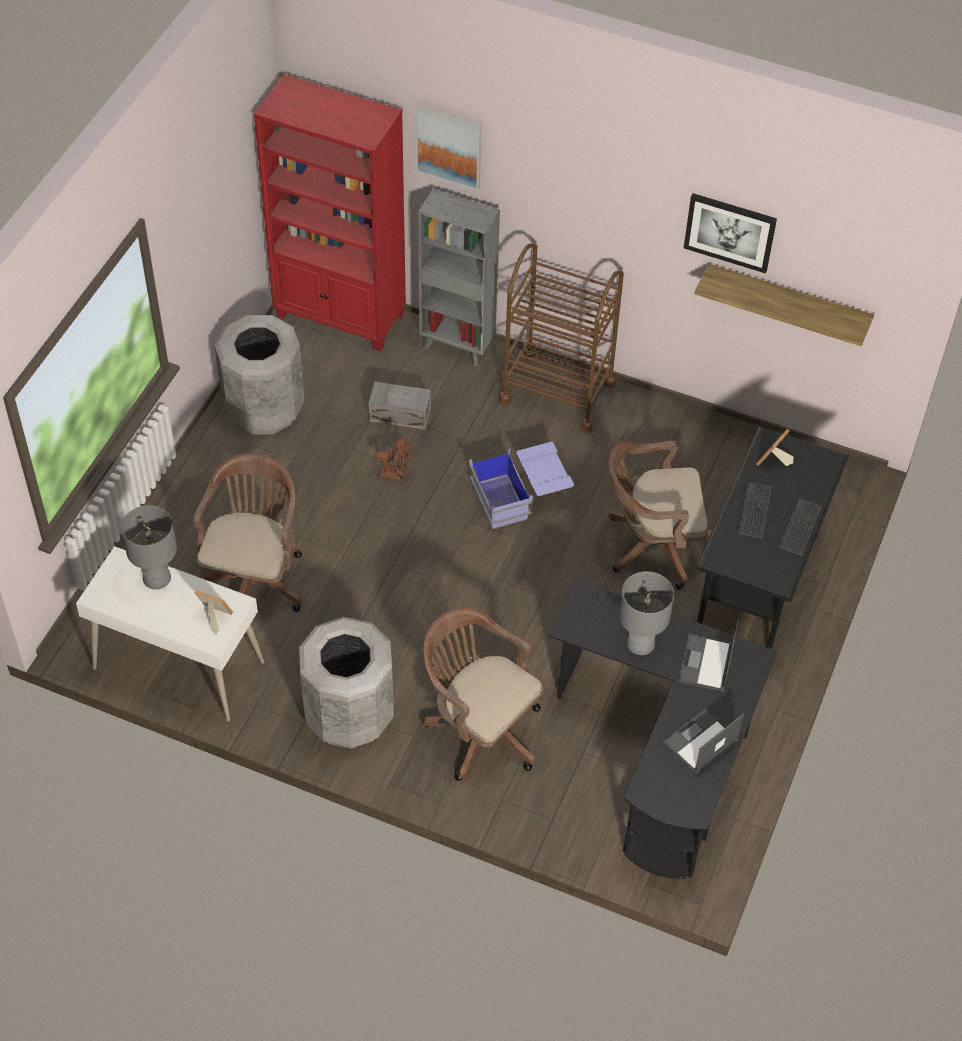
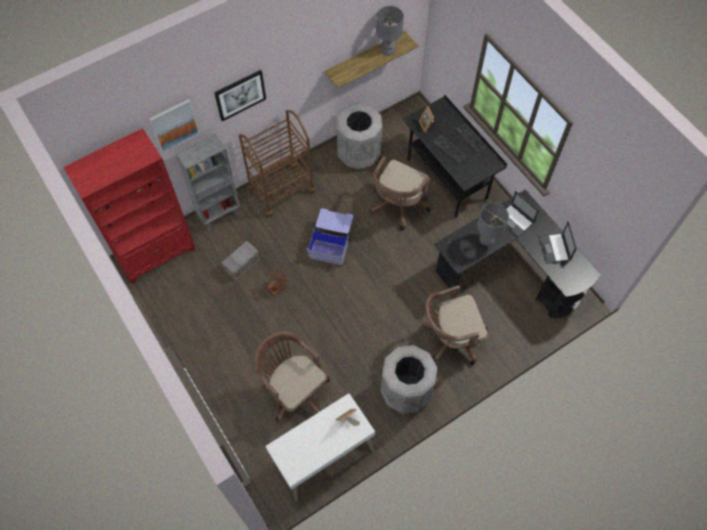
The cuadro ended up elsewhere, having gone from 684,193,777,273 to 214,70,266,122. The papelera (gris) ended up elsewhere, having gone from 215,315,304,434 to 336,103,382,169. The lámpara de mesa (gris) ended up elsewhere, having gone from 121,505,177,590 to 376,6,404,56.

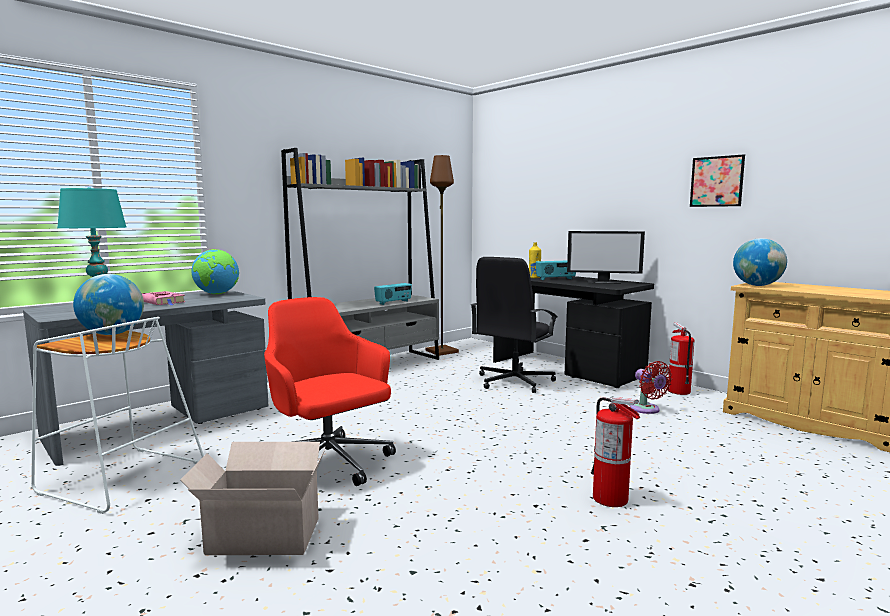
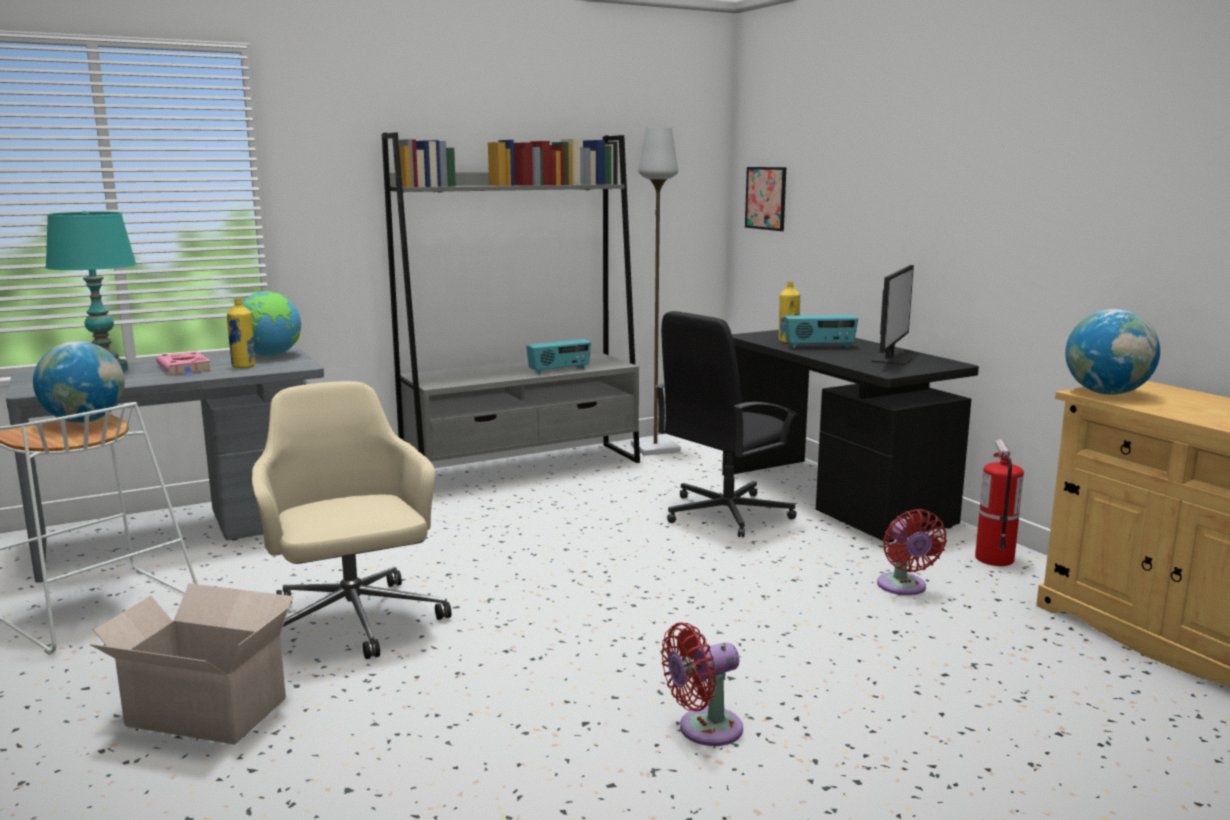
The cuadro ended up elsewhere, having gone from 690,154,745,207 to 745,167,786,231. What was the lámpara de pie (marrón) at 426,155,459,356 turned into the lámpara de pie (gris) at 631,127,681,456. The monitor at 567,231,645,284 ended up facing another way, 90 degrees counterclockwise from before. What was the silla de oficina (rojo) at 264,297,396,486 turned into the silla de oficina (beis) at 252,381,451,659. Where the extintor stood at 591,397,640,507, the ventilador (rojo) came to stand at 661,622,743,746. The second view gained the botella (amarillo) at 227,298,256,368.

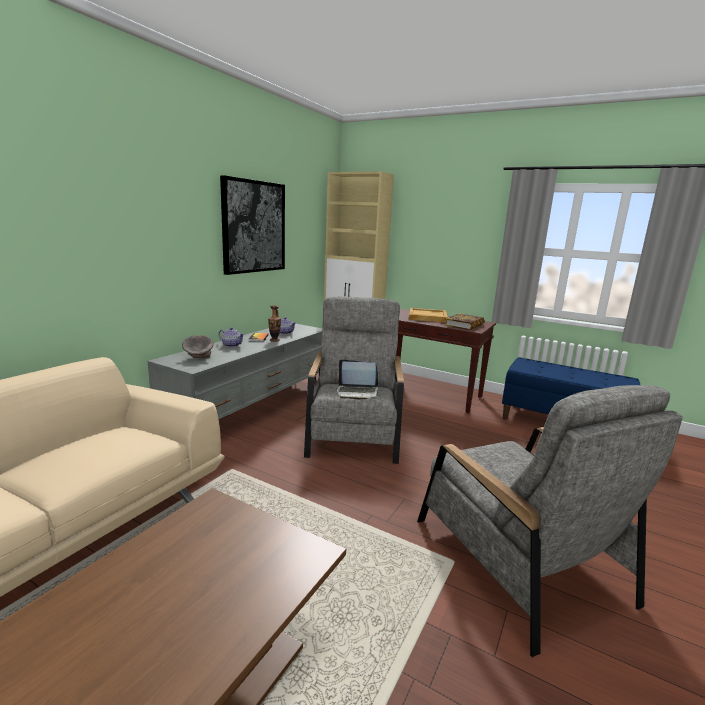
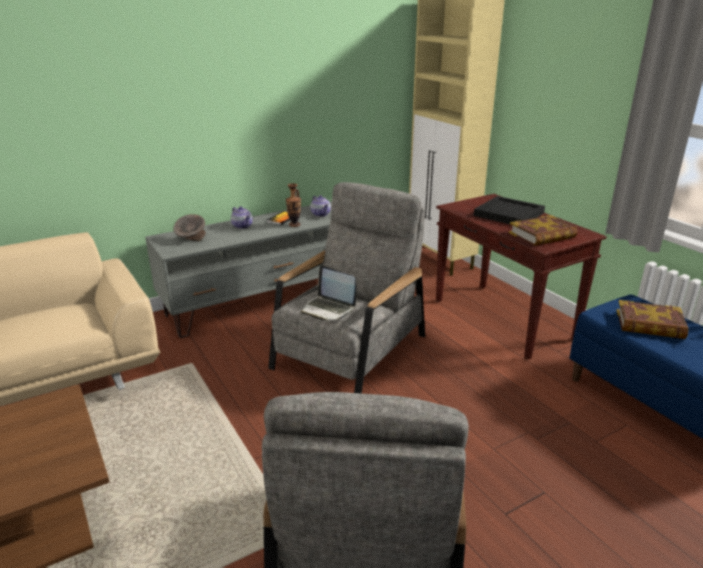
The second view lost the cuadro at 220,175,285,275. What was the bandeja (beis) at 409,308,448,323 turned into the bandeja (negro) at 474,196,545,225. The second view gained the libro at 617,300,689,339.

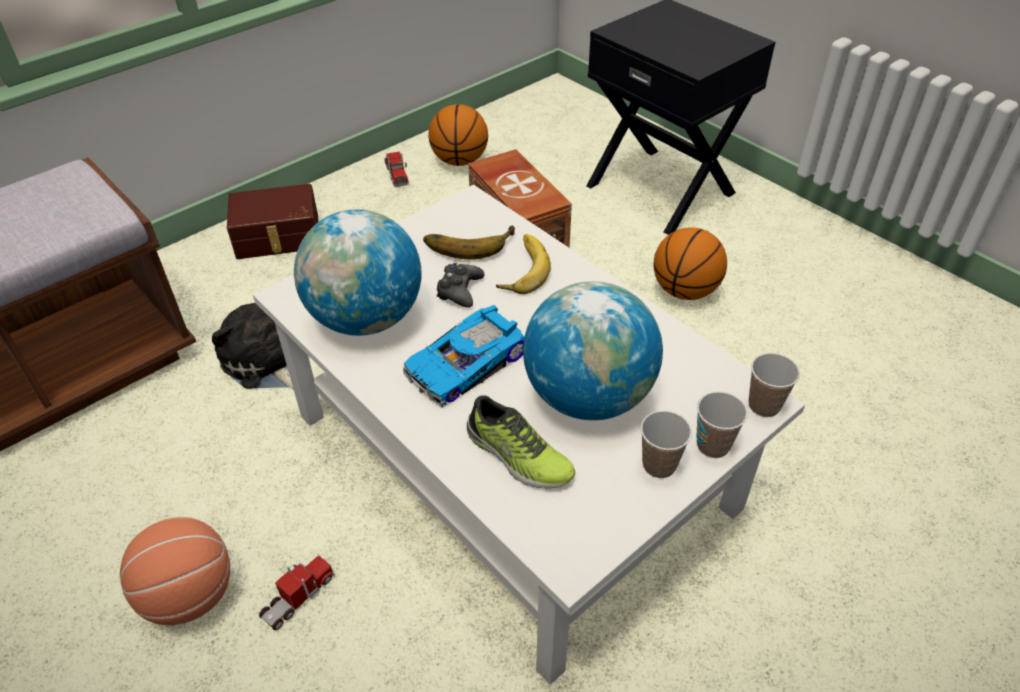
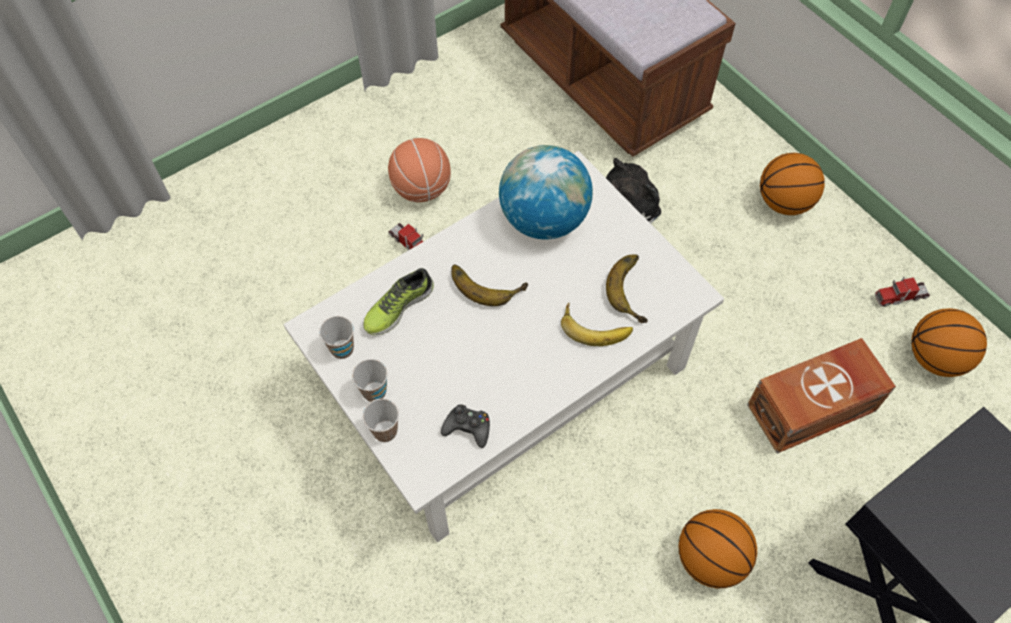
Where the caja de almacenaje (marrón) stood at 227,184,318,259, the balón de baloncesto came to stand at 760,153,825,215. The mando de consola (negro) ended up elsewhere, having gone from 437,263,485,308 to 441,404,490,448. The second view lost the globo terráqueo at 523,281,663,420. Where the coche de juguete stood at 403,305,525,408, the plátano came to stand at 451,264,528,306. The taza ended up elsewhere, having gone from 749,353,800,417 to 319,316,354,359.

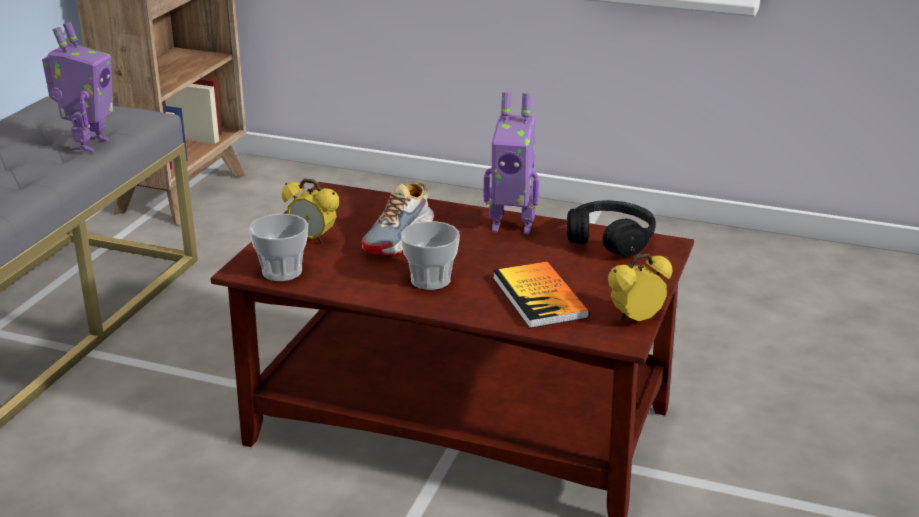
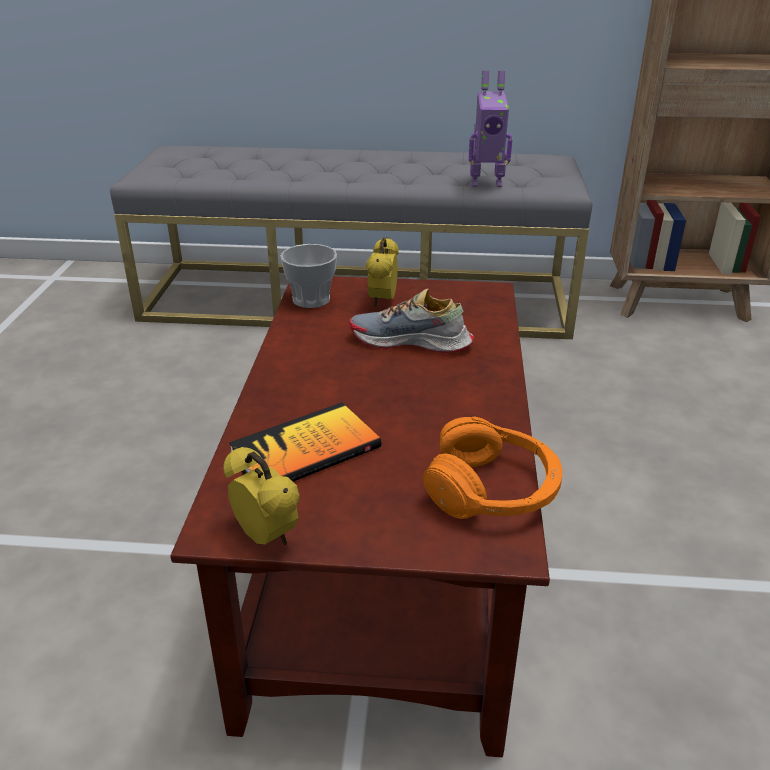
The second view lost the robot de juguete at 483,92,539,235. What was the auriculares (negro) at 566,200,656,257 turned into the auriculares (naranja) at 423,417,562,519. The second view lost the taza at 401,221,460,290.

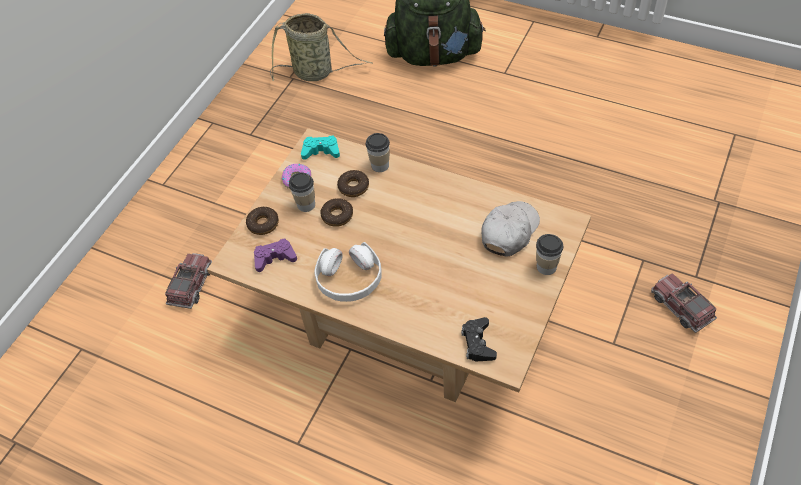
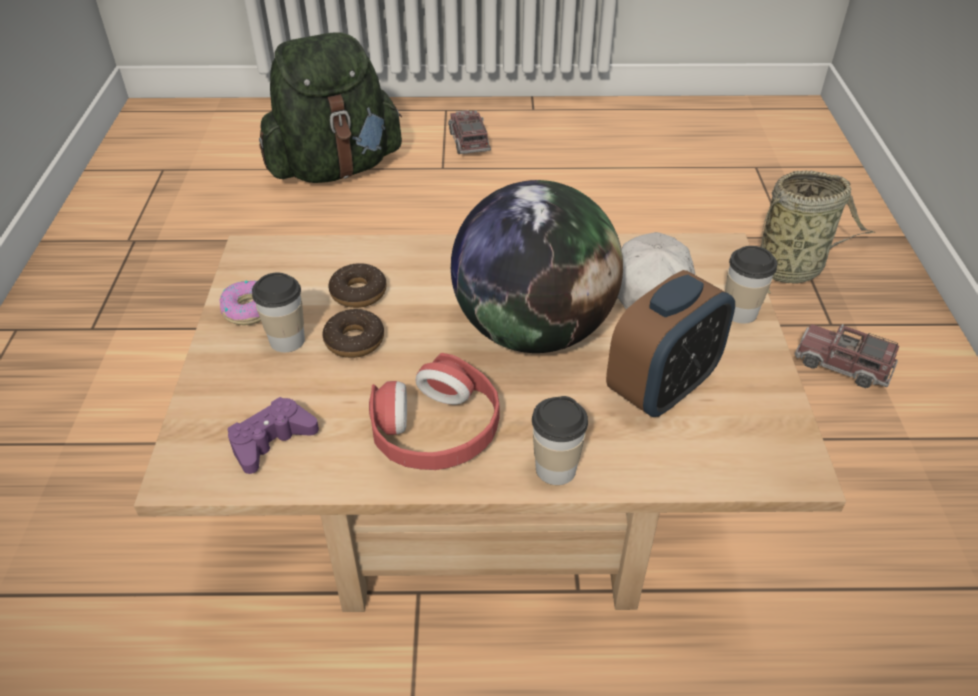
The cesta ended up elsewhere, having gone from 270,13,372,81 to 760,171,875,294. The taza ended up elsewhere, having gone from 366,133,390,172 to 532,396,588,485. The second view lost the mando de consola (turquesa) at 301,136,340,160. The second view lost the rosquilla at 246,207,279,235. What was the auriculares (blanco) at 314,242,382,302 turned into the auriculares (rojo) at 369,353,500,470. The camión de juguete ended up elsewhere, having gone from 165,253,212,309 to 448,110,491,154. The second view lost the mando de consola (negro) at 461,317,497,361. The second view gained the globo terráqueo at 451,180,623,353. The second view gained the despertador at 606,270,735,417.

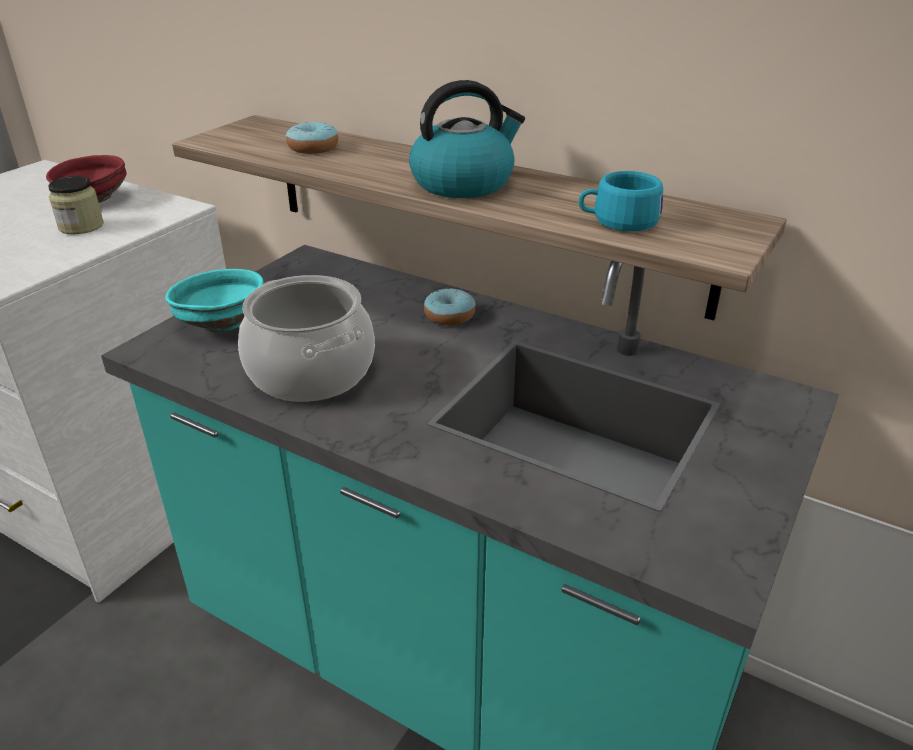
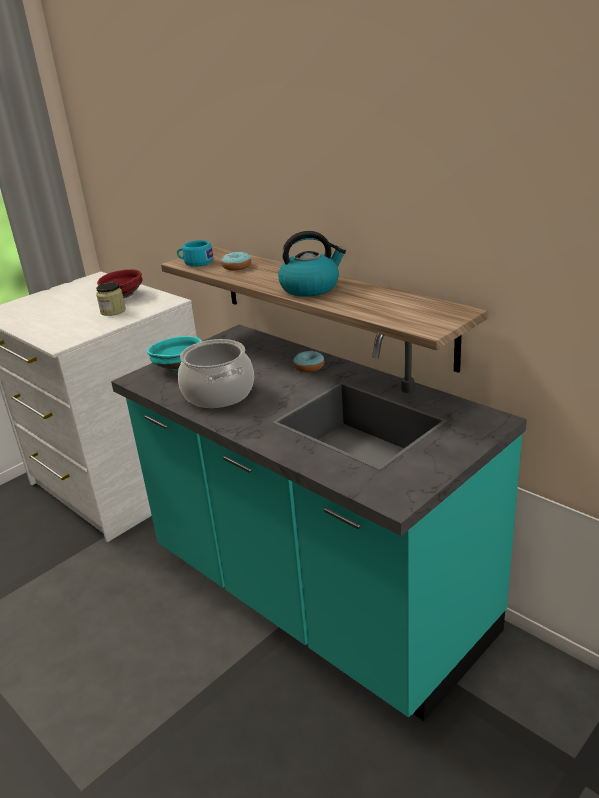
The taza (turquesa) ended up elsewhere, having gone from 578,171,663,232 to 177,240,213,267.

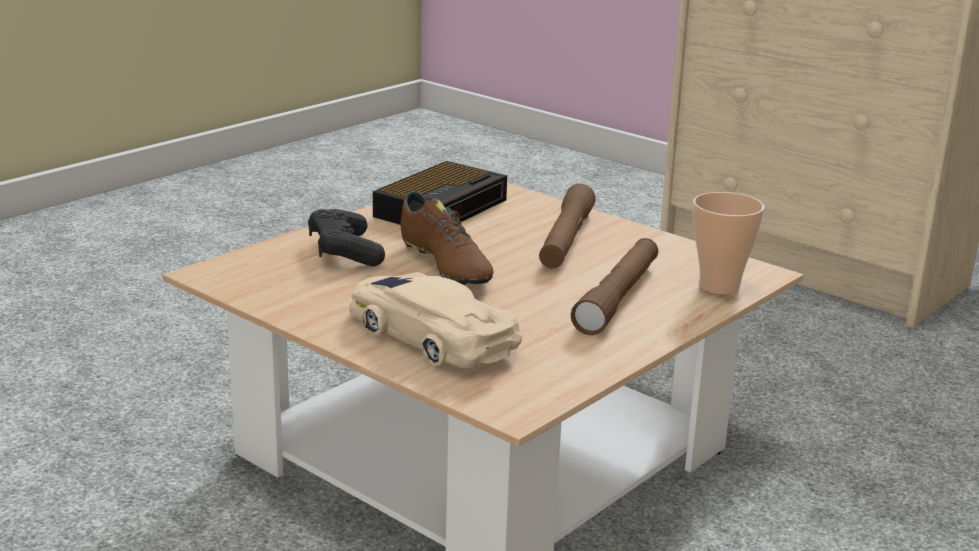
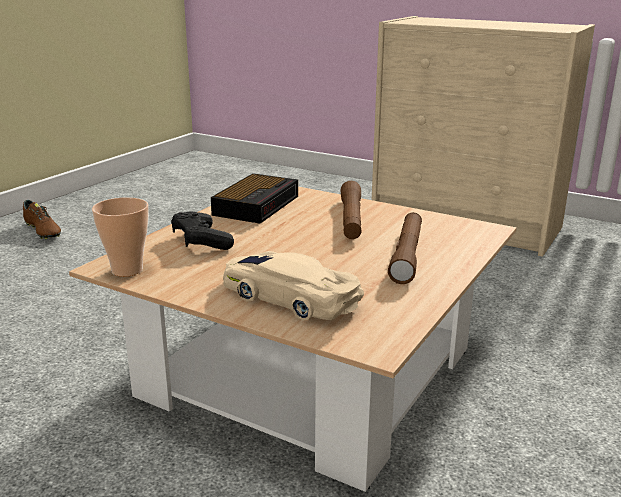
The zapato (marrón) ended up elsewhere, having gone from 401,191,494,285 to 23,200,61,239. The taza ended up elsewhere, having gone from 693,192,765,295 to 92,197,149,277.

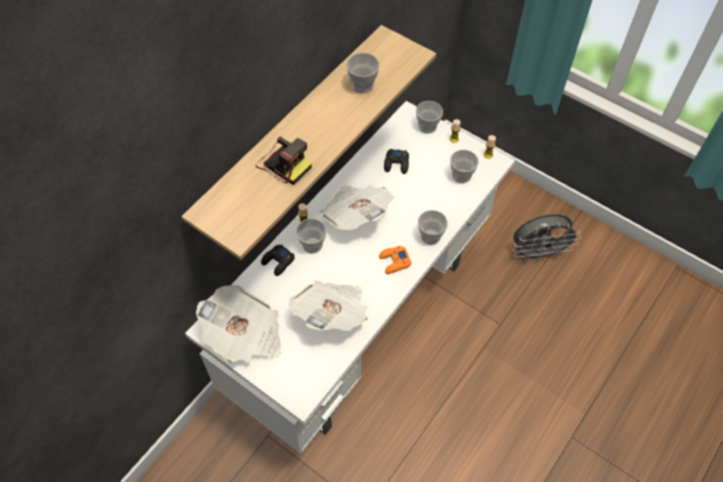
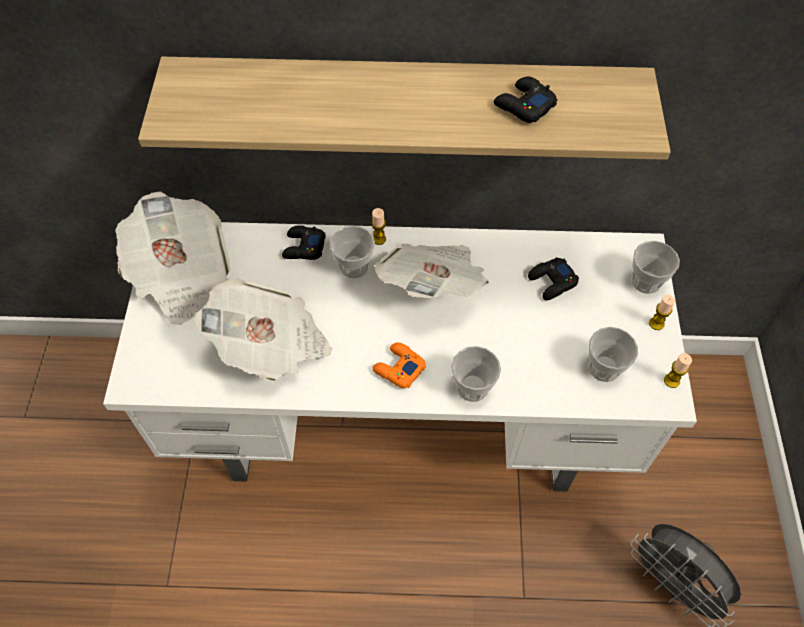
Where the taza stood at 346,53,380,93, the mando de consola (negro) came to stand at 494,76,557,123. The second view lost the cámara at 255,136,312,185.

